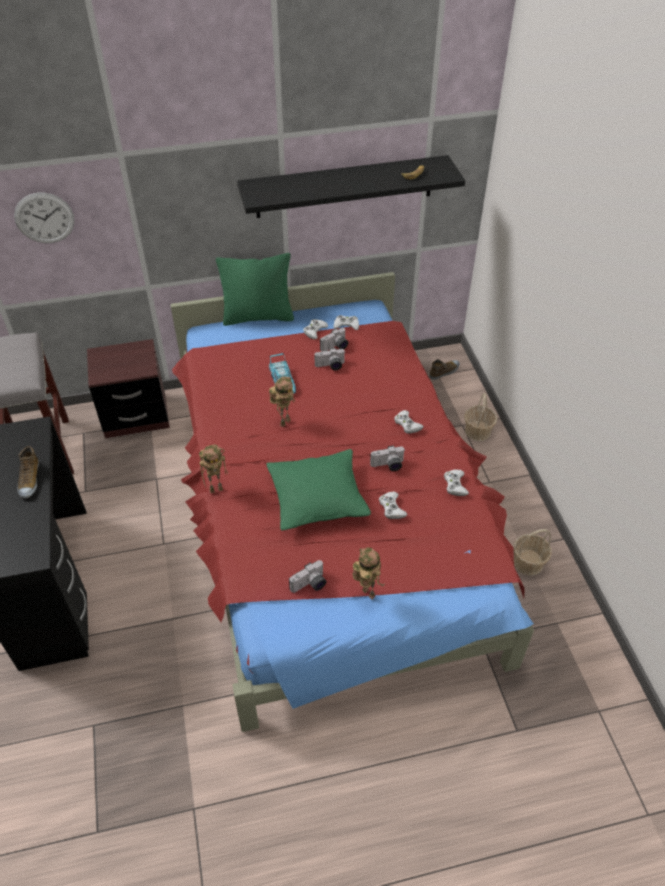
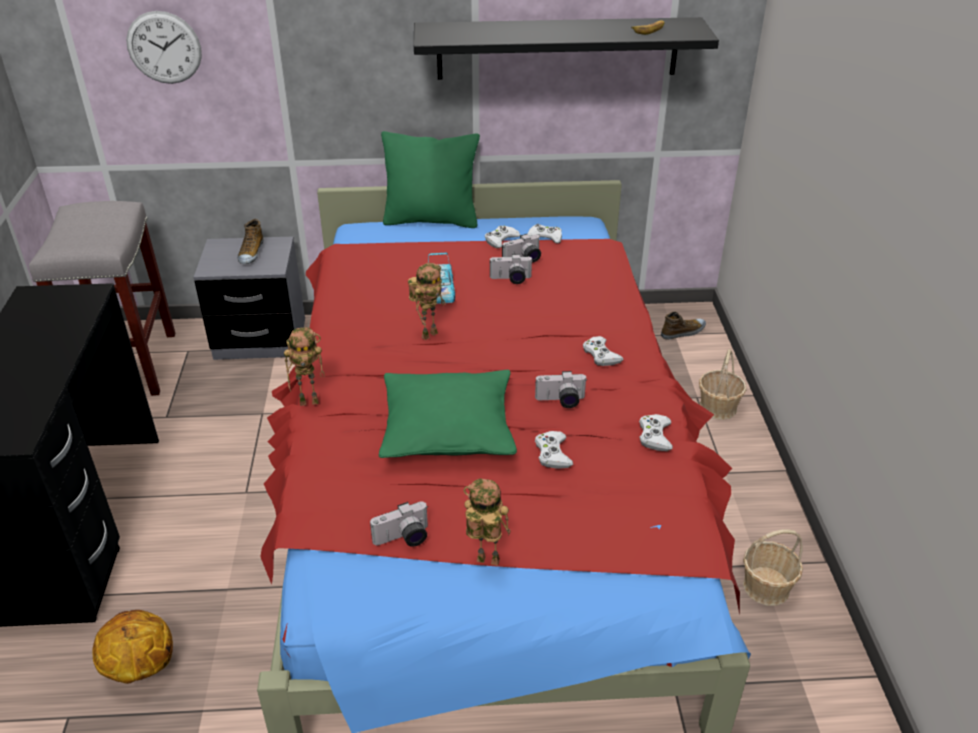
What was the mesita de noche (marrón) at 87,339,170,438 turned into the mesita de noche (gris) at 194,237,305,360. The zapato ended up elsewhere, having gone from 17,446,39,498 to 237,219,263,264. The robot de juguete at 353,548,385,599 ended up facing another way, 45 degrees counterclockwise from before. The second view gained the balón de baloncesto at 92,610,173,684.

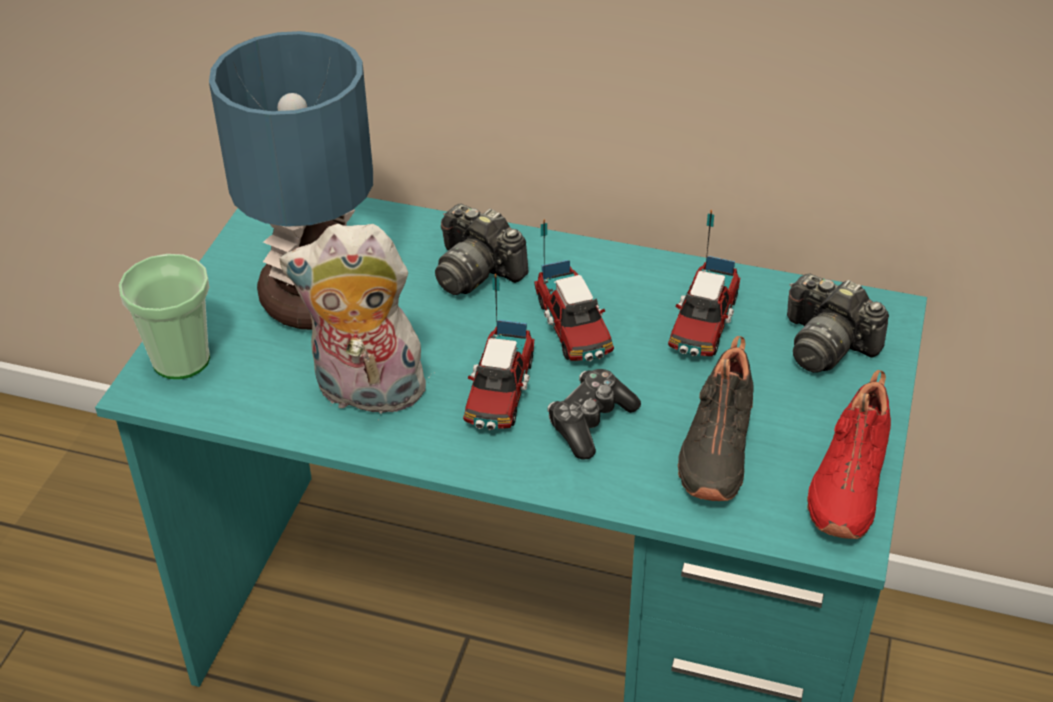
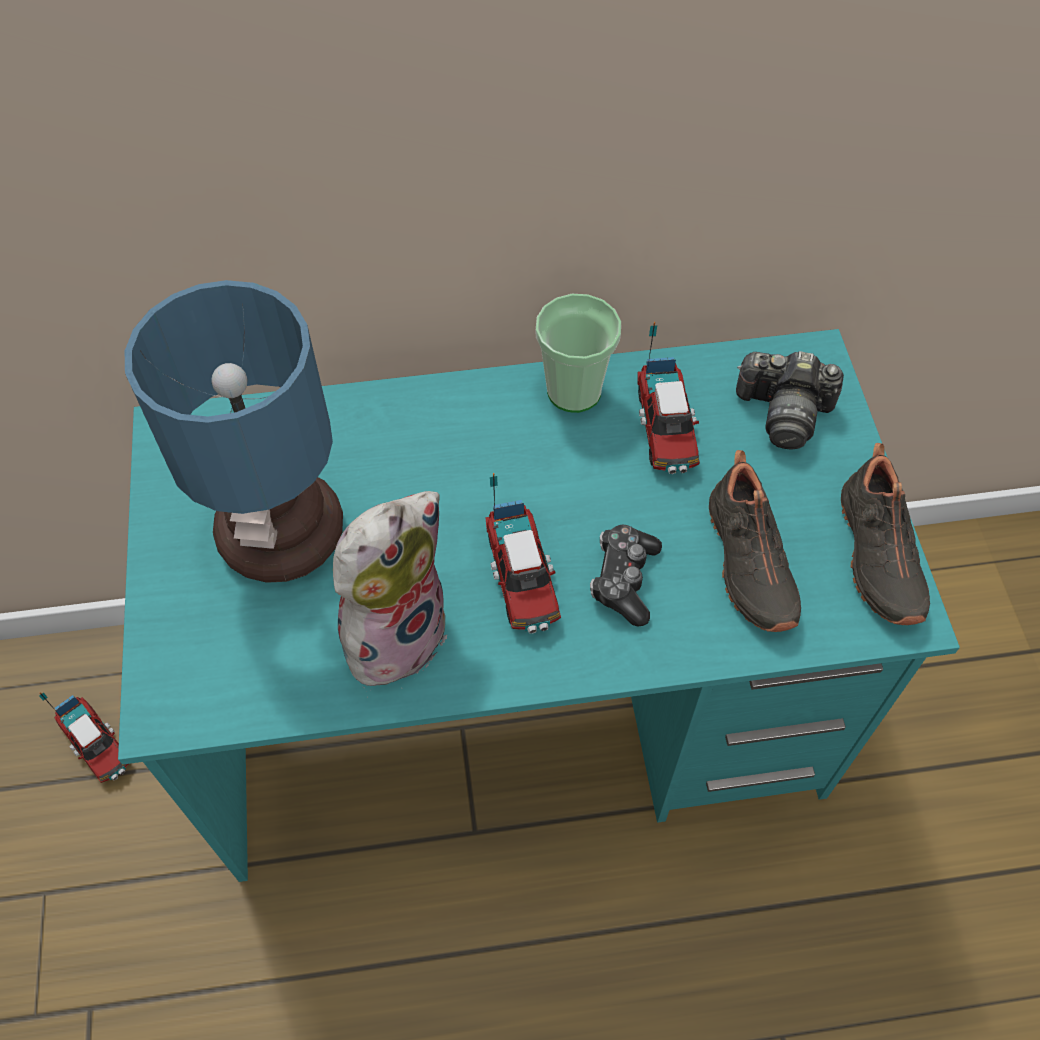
The second view lost the cámara at 435,203,529,295. The camión de juguete ended up elsewhere, having gone from 534,219,614,361 to 39,692,129,783. The peluche at 280,224,435,421 ended up facing another way, 150 degrees clockwise from before. The taza ended up elsewhere, having gone from 119,254,210,379 to 536,294,621,413. What was the zapato (rojo) at 807,370,891,539 turned into the zapato (negro) at 841,443,930,625.

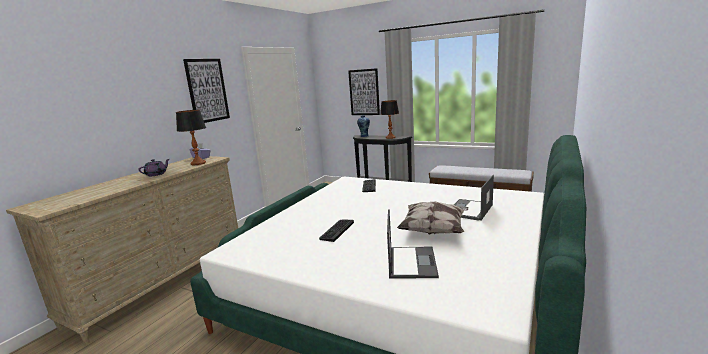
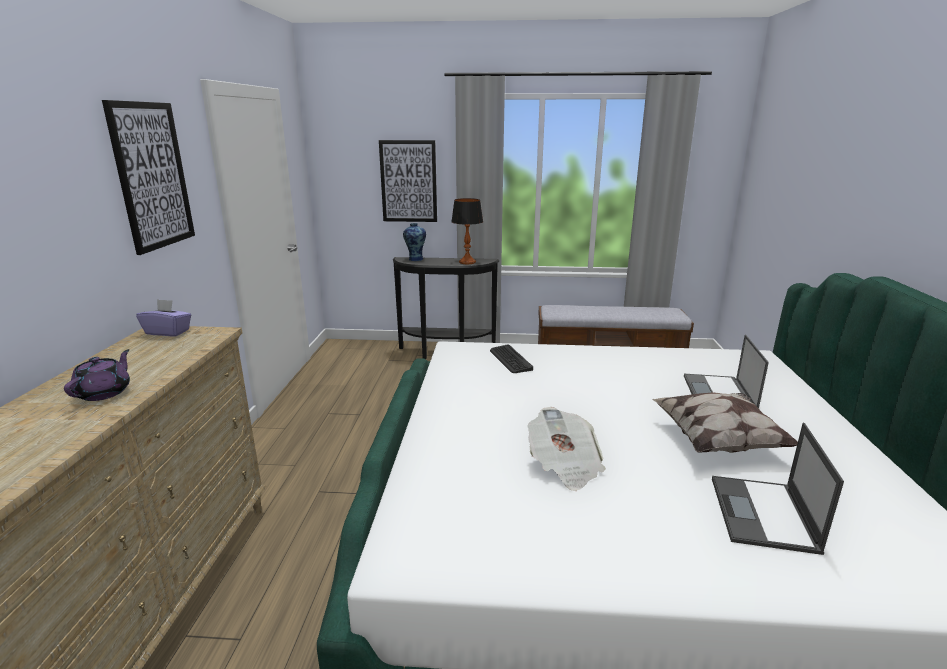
The second view lost the lámpara de mesa at 176,110,206,165. The portátil at 387,209,439,279 ended up facing another way, 150 degrees counterclockwise from before. Where the teclado stood at 319,219,354,242, the periódico came to stand at 527,407,606,491.

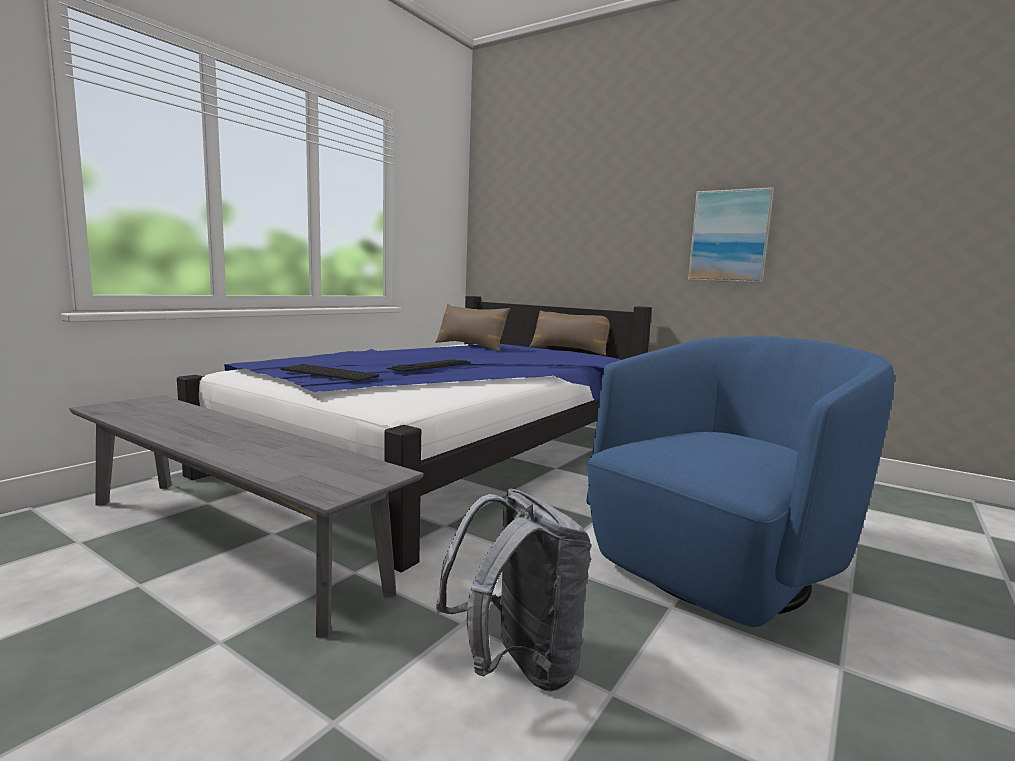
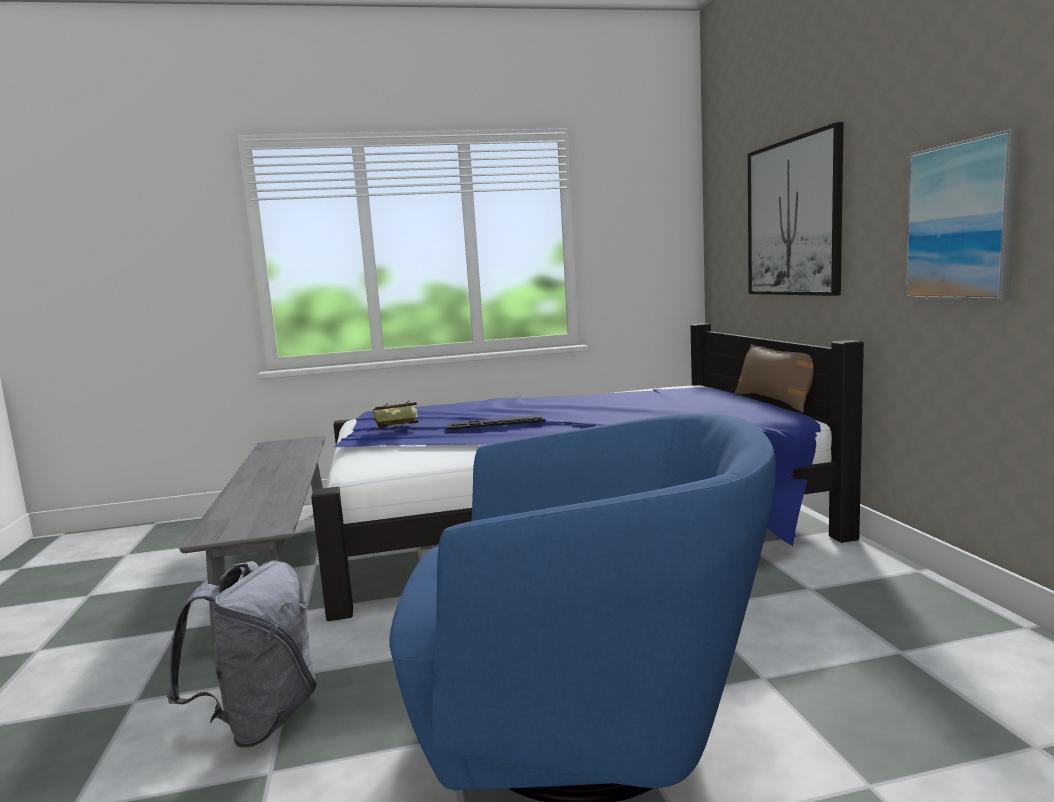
The second view lost the cojín (marrón) at 435,304,510,351. Where the teclado stood at 281,364,379,381, the libro came to stand at 367,401,418,432. The second view gained the cuadro at 748,122,844,296.

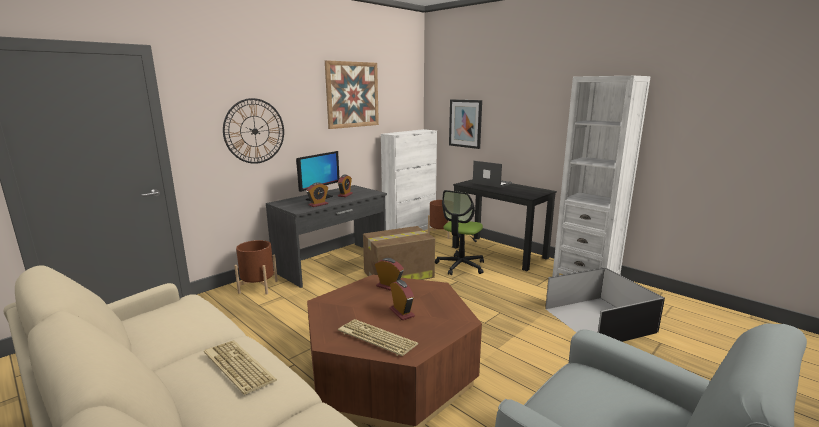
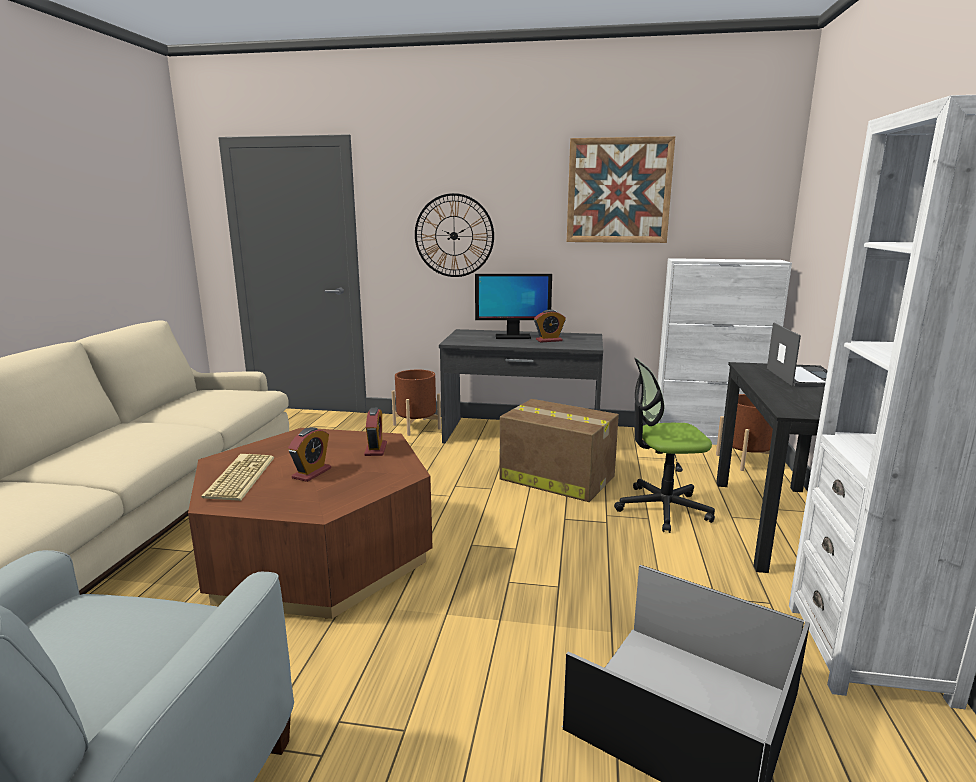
The second view lost the cuadro at 449,99,482,149. The second view lost the despertador at 306,183,328,207. The second view lost the teclado at 204,341,277,395.

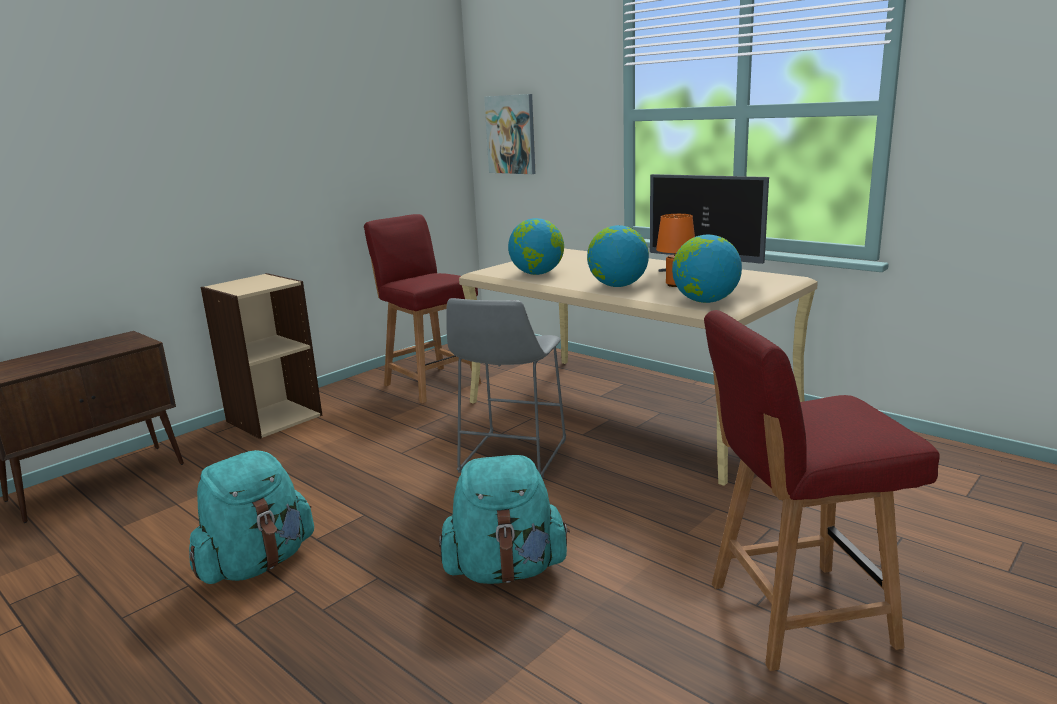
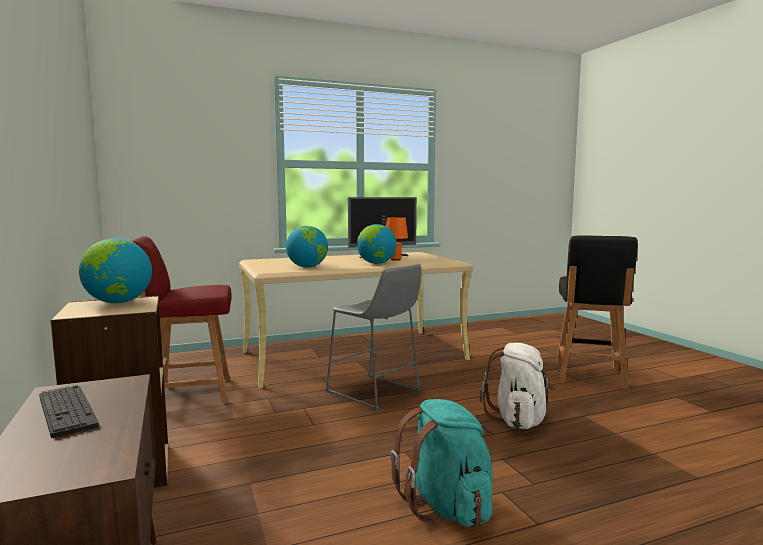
The second view lost the cuadro at 484,94,536,174. The globo terráqueo ended up elsewhere, having gone from 672,235,742,303 to 79,238,152,303. What was the silla (rojo) at 704,310,940,671 turned into the silla (negro) at 556,235,638,389. What was the mochila (turquesa) at 439,455,570,584 turned into the mochila (blanco) at 480,343,556,429. The second view gained the teclado at 39,385,99,438.

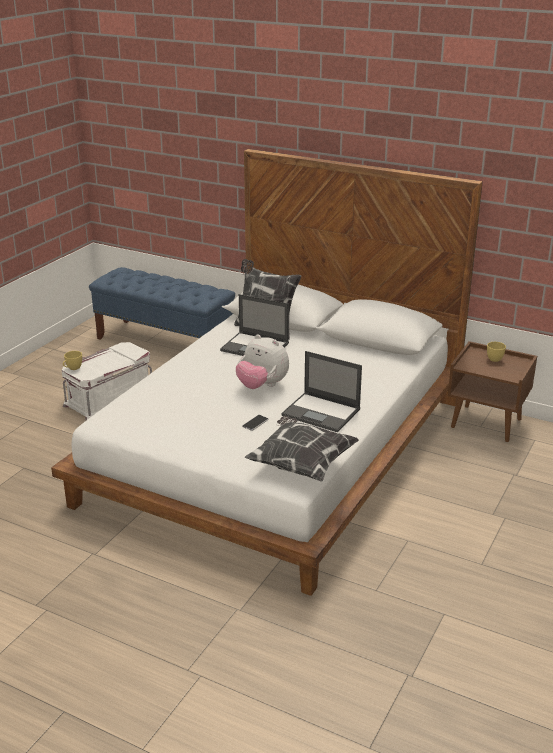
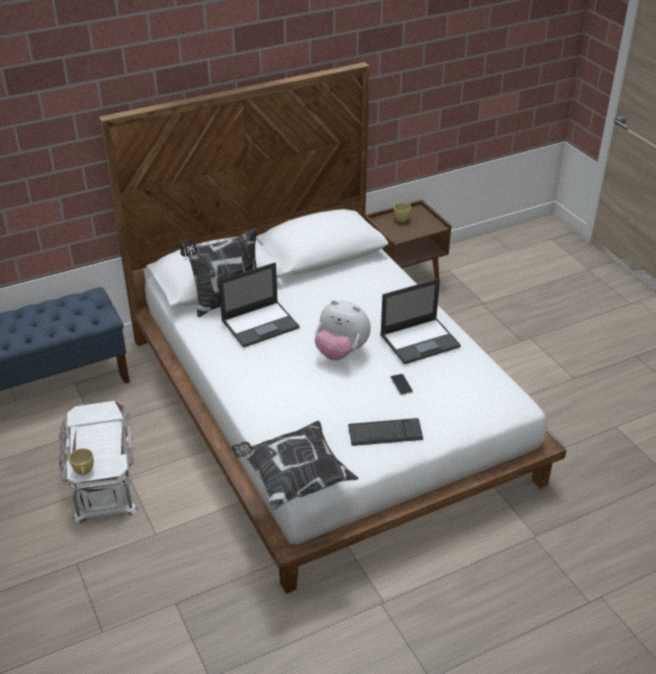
The peluche at 236,334,289,389 ended up facing another way, 45 degrees clockwise from before. The cojín ended up elsewhere, having gone from 245,416,359,482 to 231,421,359,510. The second view gained the teclado at 348,418,423,446.

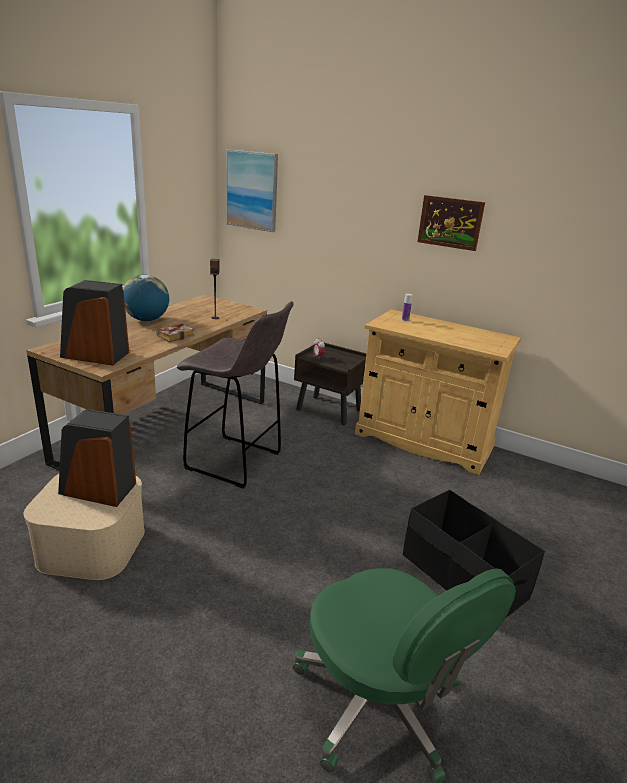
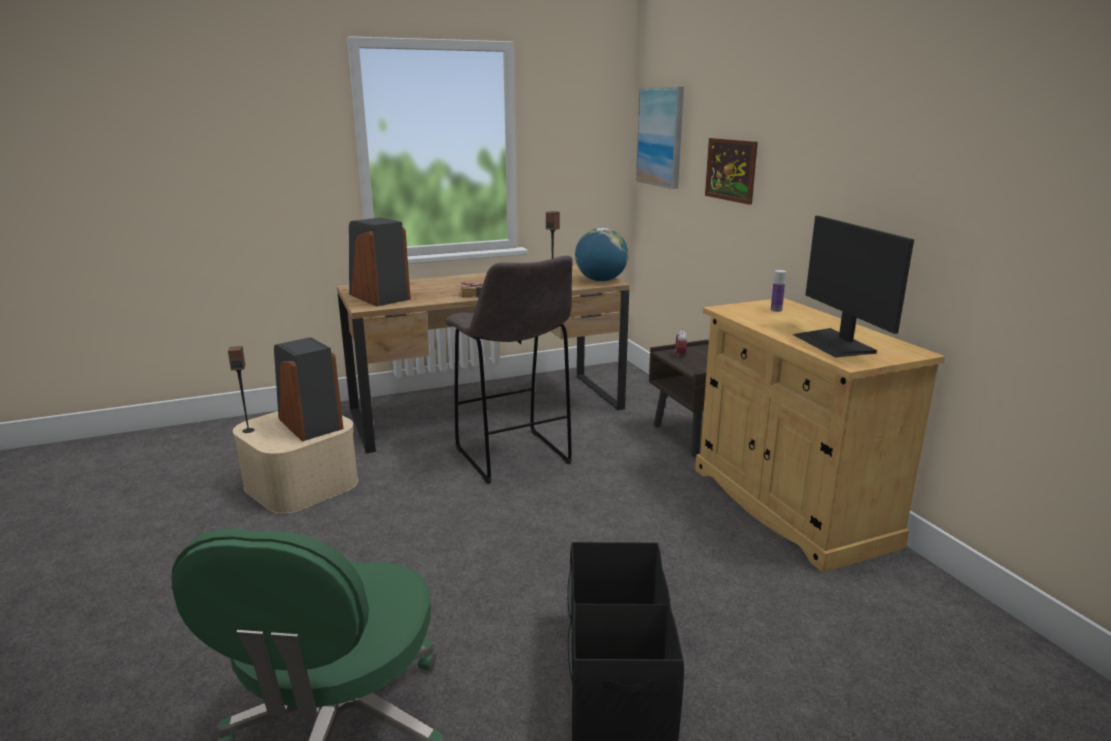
The cuadro ended up elsewhere, having gone from 417,195,485,251 to 705,138,758,205. The globo terráqueo ended up elsewhere, having gone from 123,275,169,321 to 575,228,628,281. The second view gained the monitor at 792,216,914,358. The second view gained the altavoz at 228,346,255,433.

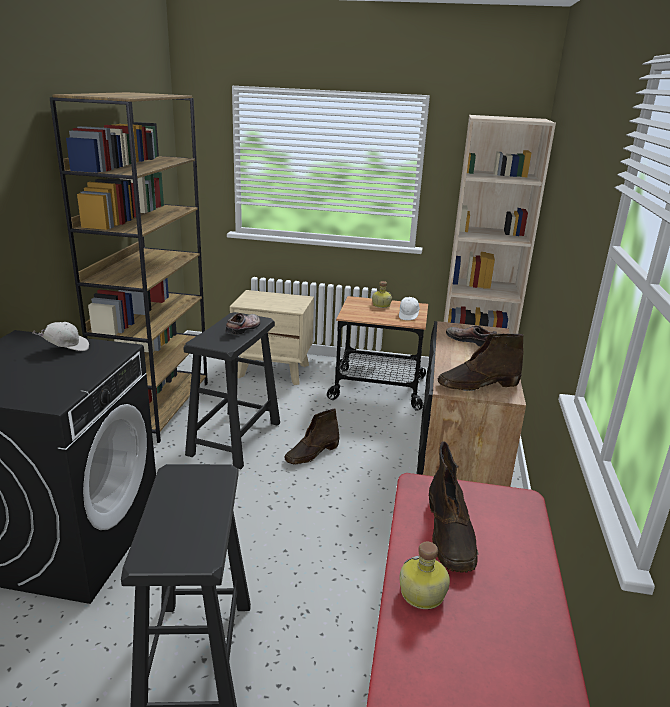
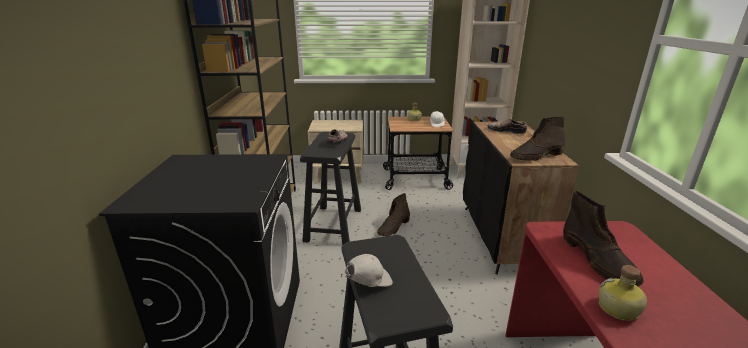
The gorra (blanco) ended up elsewhere, having gone from 33,322,89,351 to 340,254,393,287.

